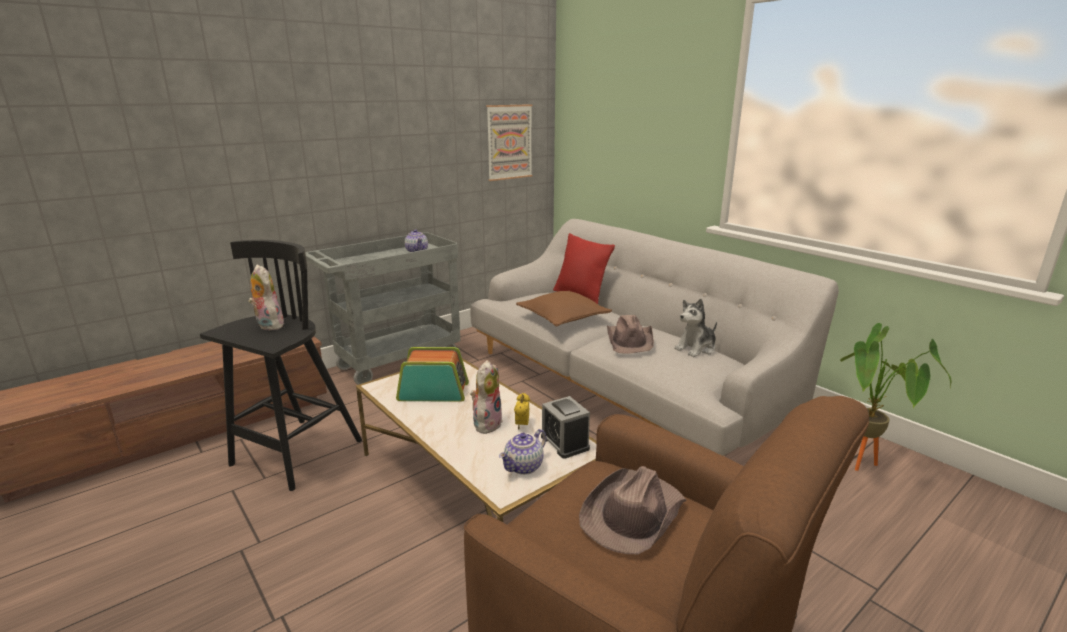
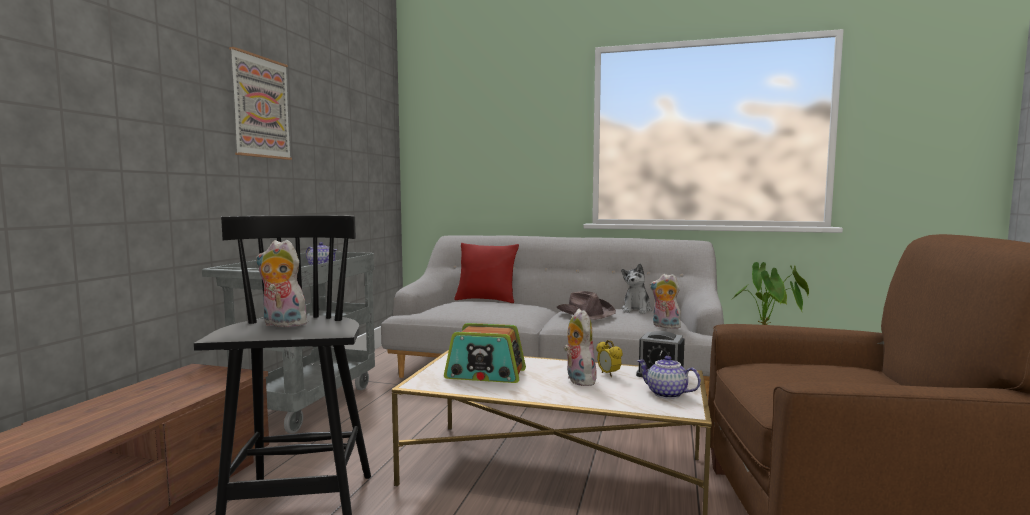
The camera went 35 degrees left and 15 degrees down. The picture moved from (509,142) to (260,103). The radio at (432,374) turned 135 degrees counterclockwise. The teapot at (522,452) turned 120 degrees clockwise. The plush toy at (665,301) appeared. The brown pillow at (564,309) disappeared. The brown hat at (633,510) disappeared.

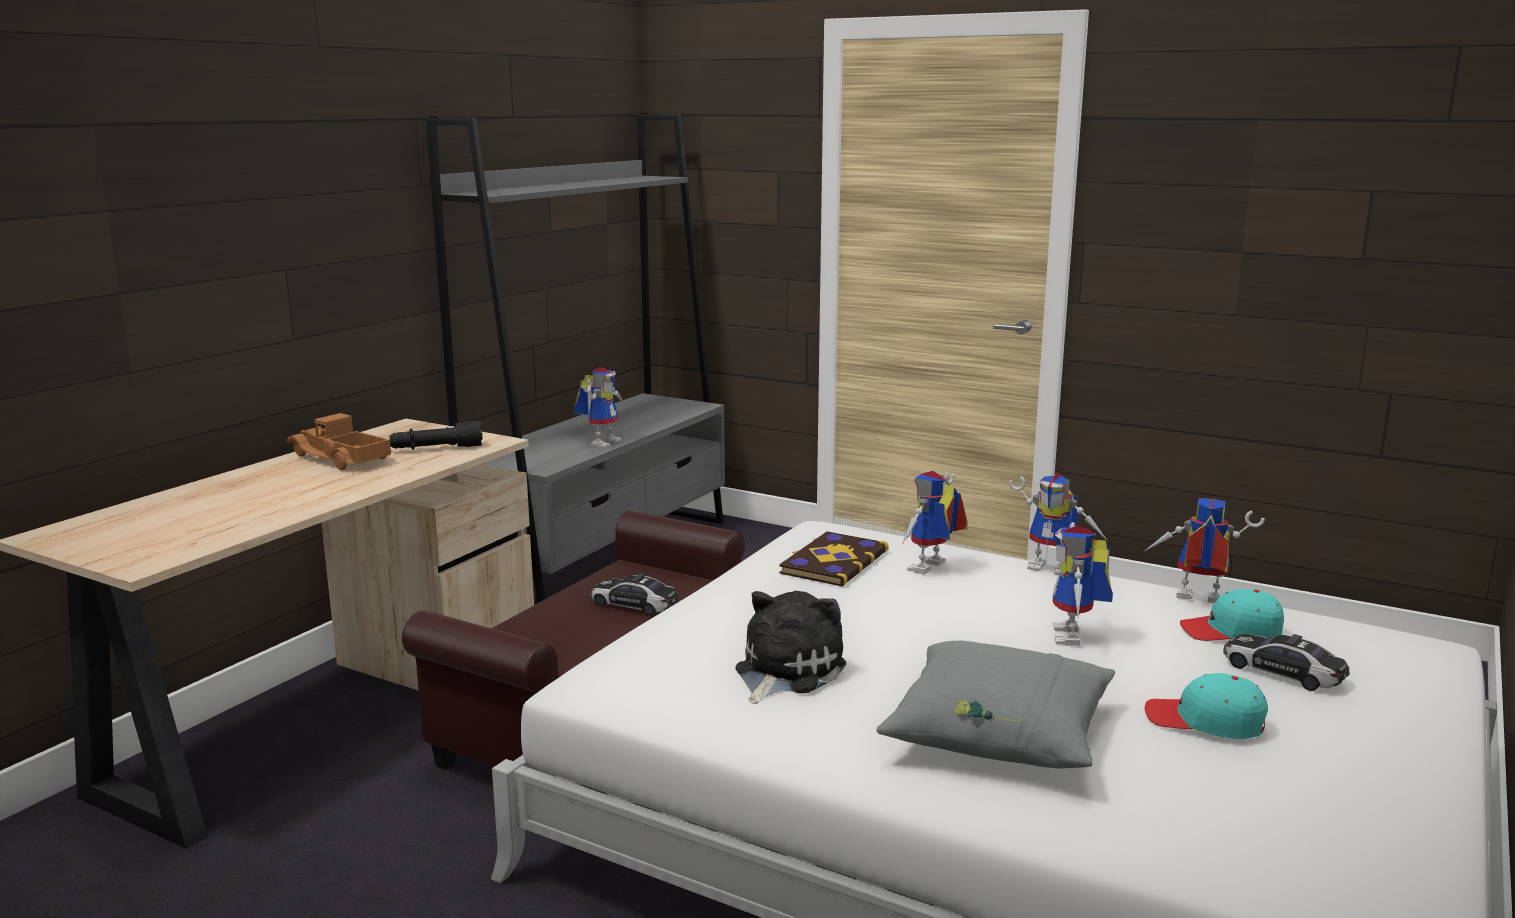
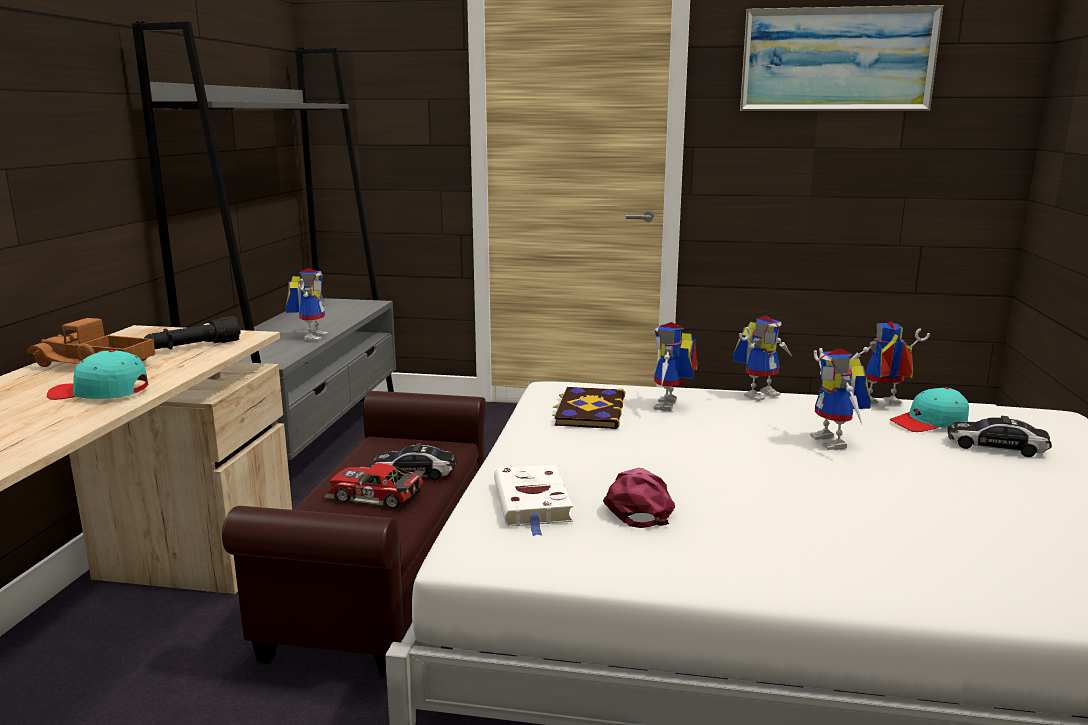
The camera went 20 degrees left and 0 degrees up. The turquoise cap moved from (1206,706) to (98,375). The toy car at (375,486) appeared. The white book at (533,500) appeared. The plush toy at (790,647) was replaced by the pink cap at (639,498). The toy robot at (1058,523) turned 45 degrees counterclockwise. The picture at (841,58) appeared. The grey pillow at (995,704) disappeared.

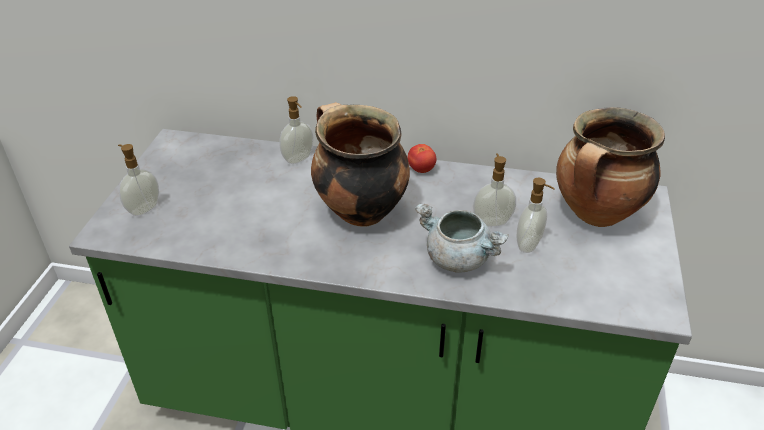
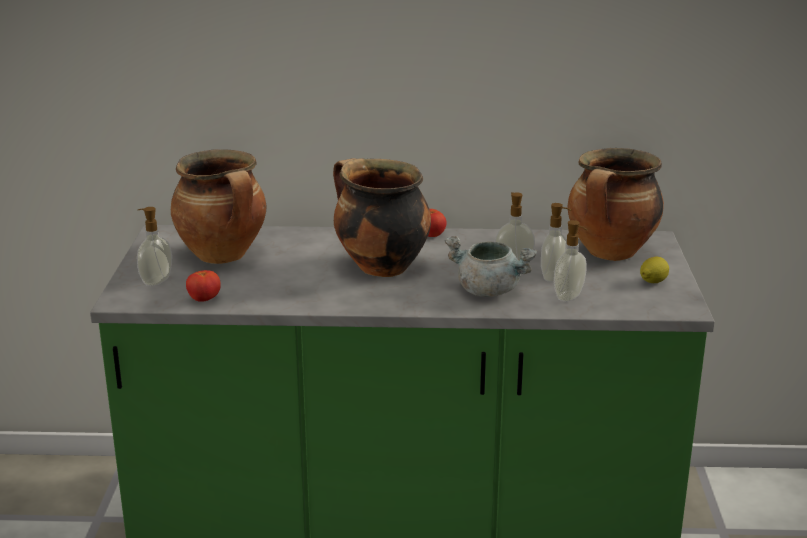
The camera went 10 degrees left and 15 degrees down. The cooking pot at (218,206) appeared. The tomato at (203,286) appeared. The soap dispenser moved from (296,130) to (571,261). The lemon at (654,270) appeared.

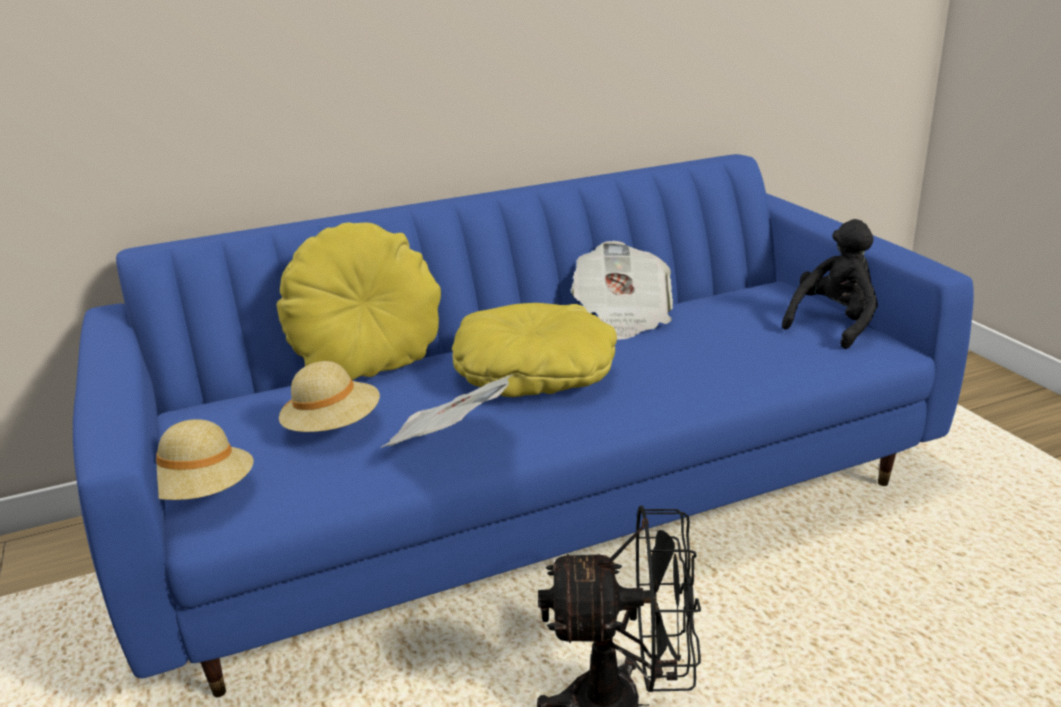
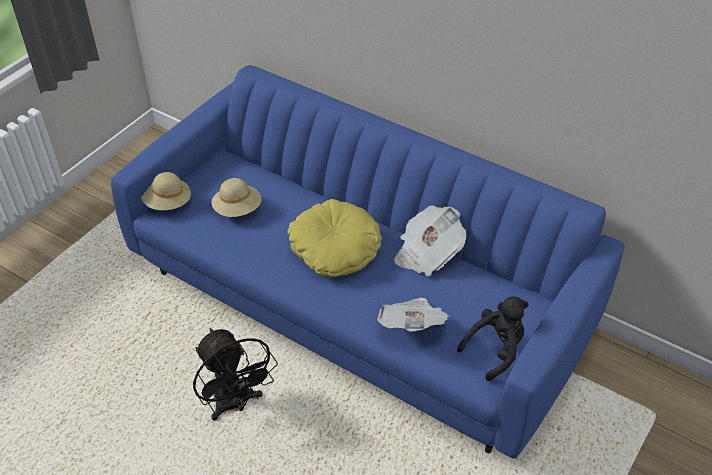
The camera went 55 degrees right and 20 degrees up. The newspaper moved from (446,411) to (413,315). The black plush toy at (830,284) turned 45 degrees counterclockwise. The yellow pillow at (359,301) disappeared.

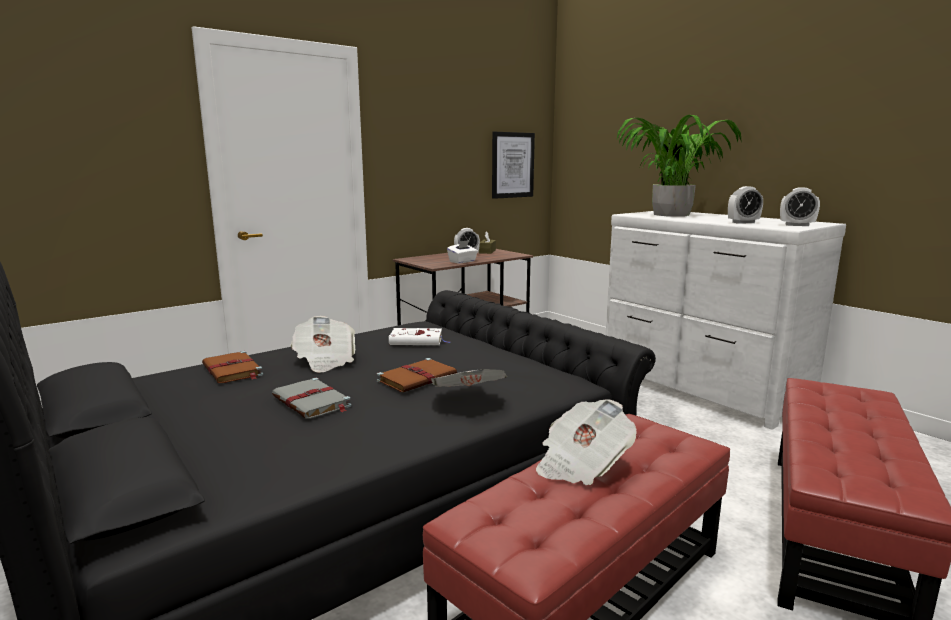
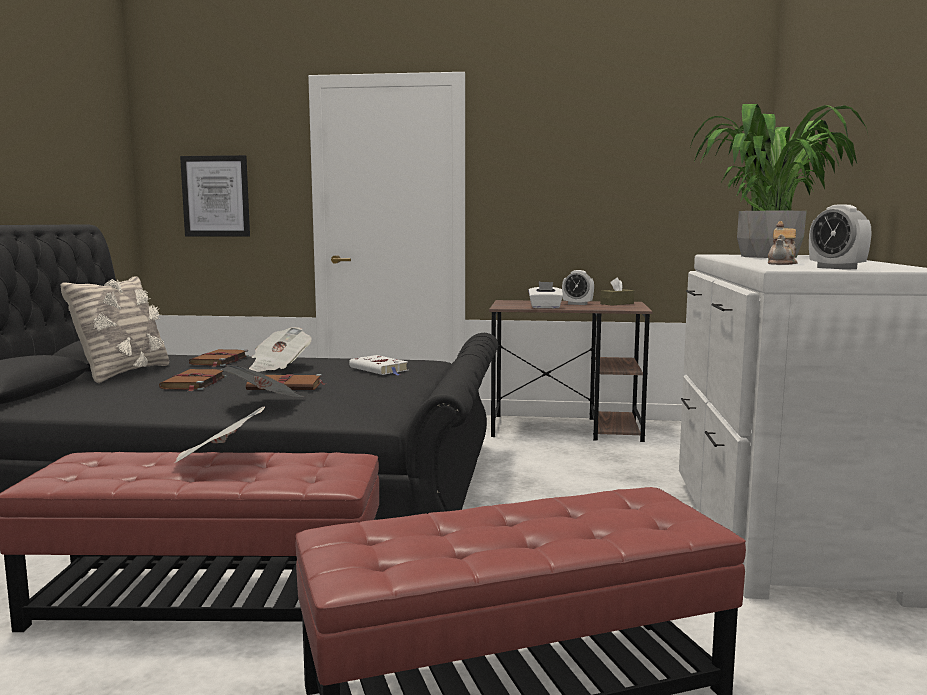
The camera went 45 degrees right and 5 degrees down. The beige pillow at (115,329) appeared. The grey book at (312,398) became the brown book at (193,380). The picture moved from (513,165) to (215,196). The alarm clock at (745,205) was replaced by the teapot at (783,243).

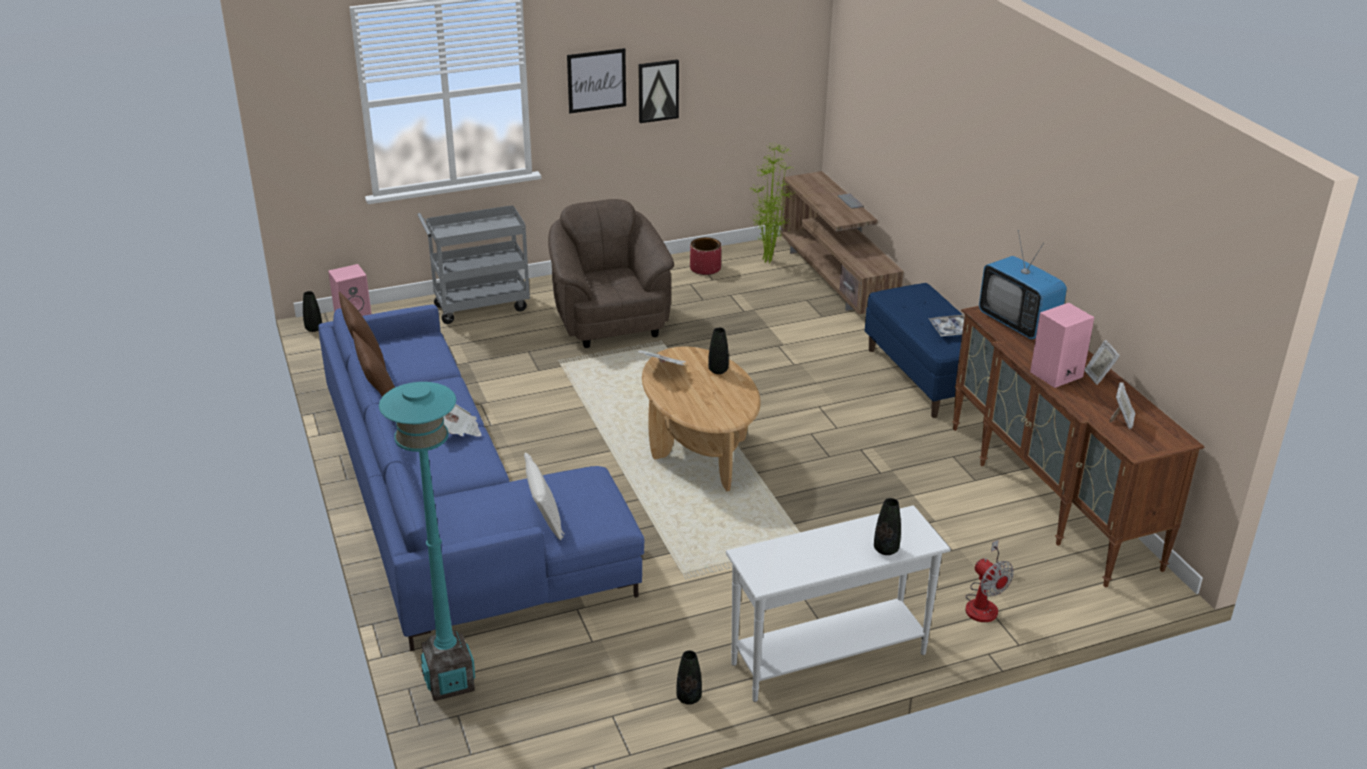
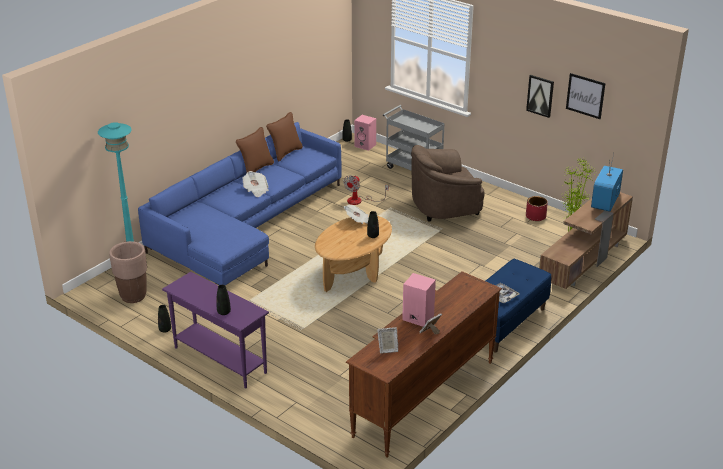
The camera went 60 degrees right and 0 degrees up. The brown planter at (128,272) appeared. The white console table at (838,603) became the purple console table at (215,330). The fan moved from (989,581) to (366,190). The brown armchair at (611,273) turned 150 degrees counterclockwise. The picture moved from (596,80) to (586,96). The television moved from (1023,284) to (607,183). The white pillow at (544,496) disappeared.

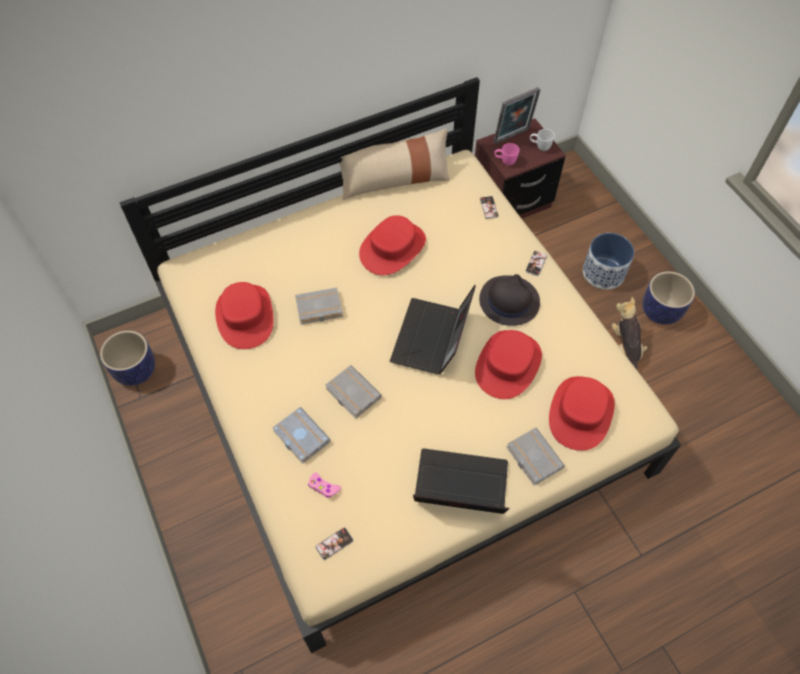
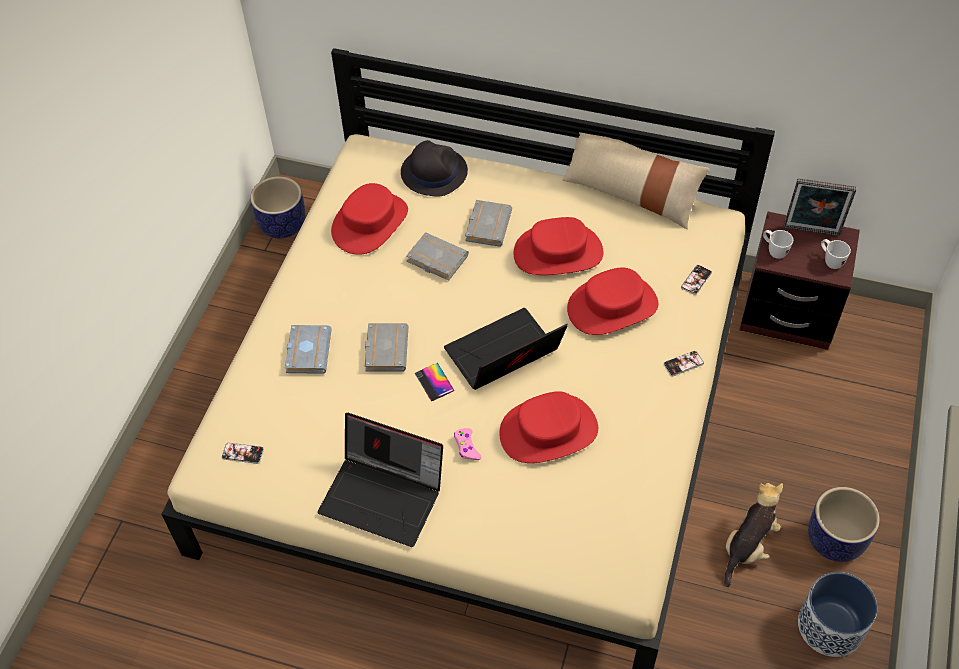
The camera went 45 degrees right and 5 degrees down. The laptop at (461,481) turned 150 degrees clockwise. The black hat moved from (509,300) to (434,168). The phone at (435,382) appeared. The pink game controller moved from (324,485) to (467,444). The grey book moved from (536,456) to (488,223). The red hat moved from (582,413) to (612,301). The pink mug at (507,154) became the white mug at (778,244). The planter moved from (608,261) to (837,614).

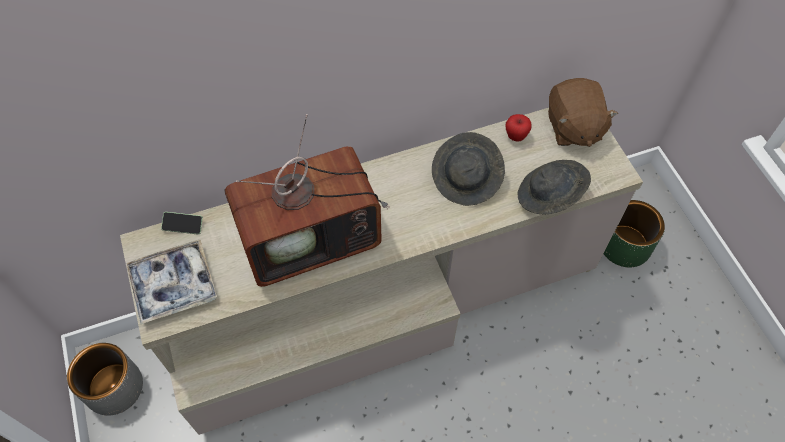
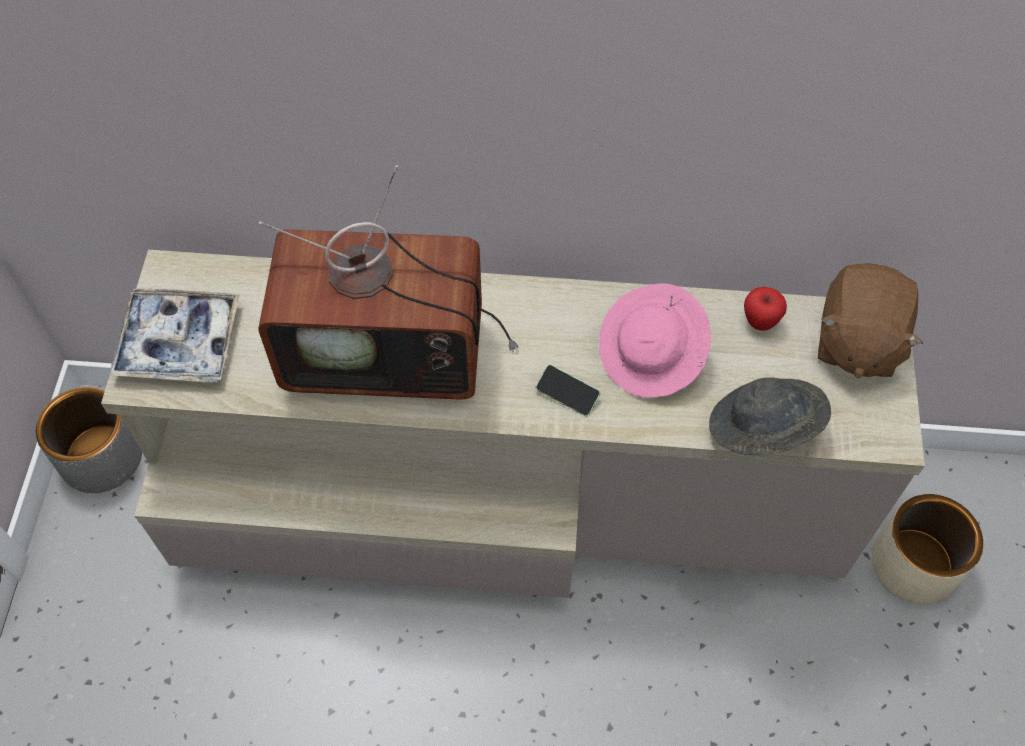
The camera went 25 degrees right and 0 degrees up. The phone moved from (182,223) to (568,390). The grey hat at (468,169) became the pink hat at (655,340). The green planter at (634,234) became the beige planter at (927,549).

